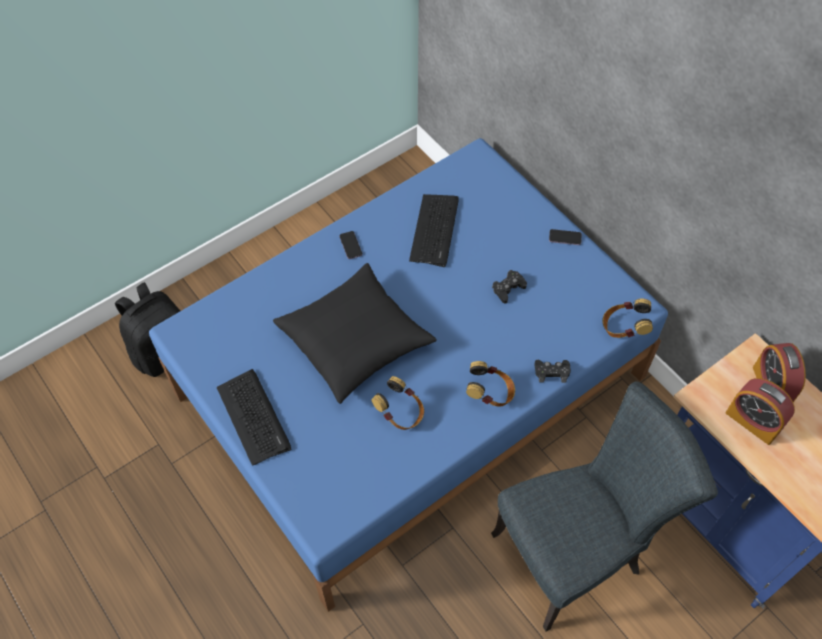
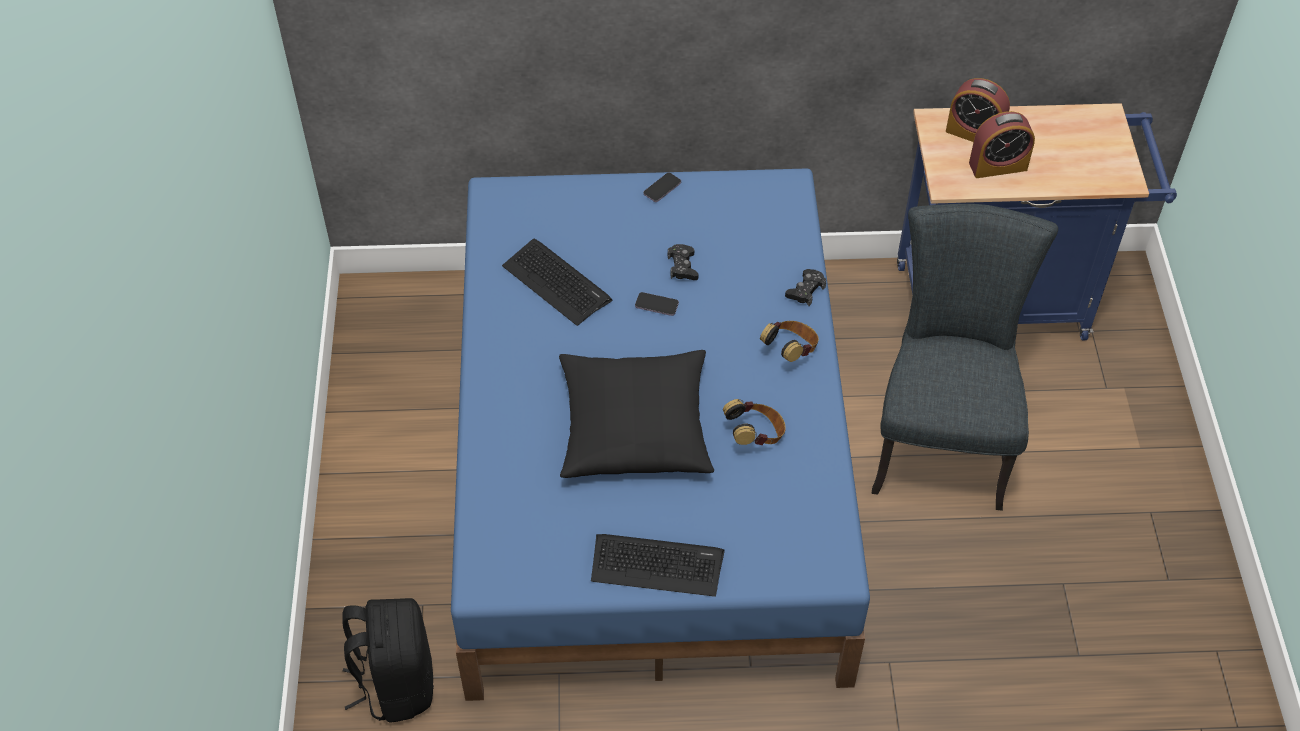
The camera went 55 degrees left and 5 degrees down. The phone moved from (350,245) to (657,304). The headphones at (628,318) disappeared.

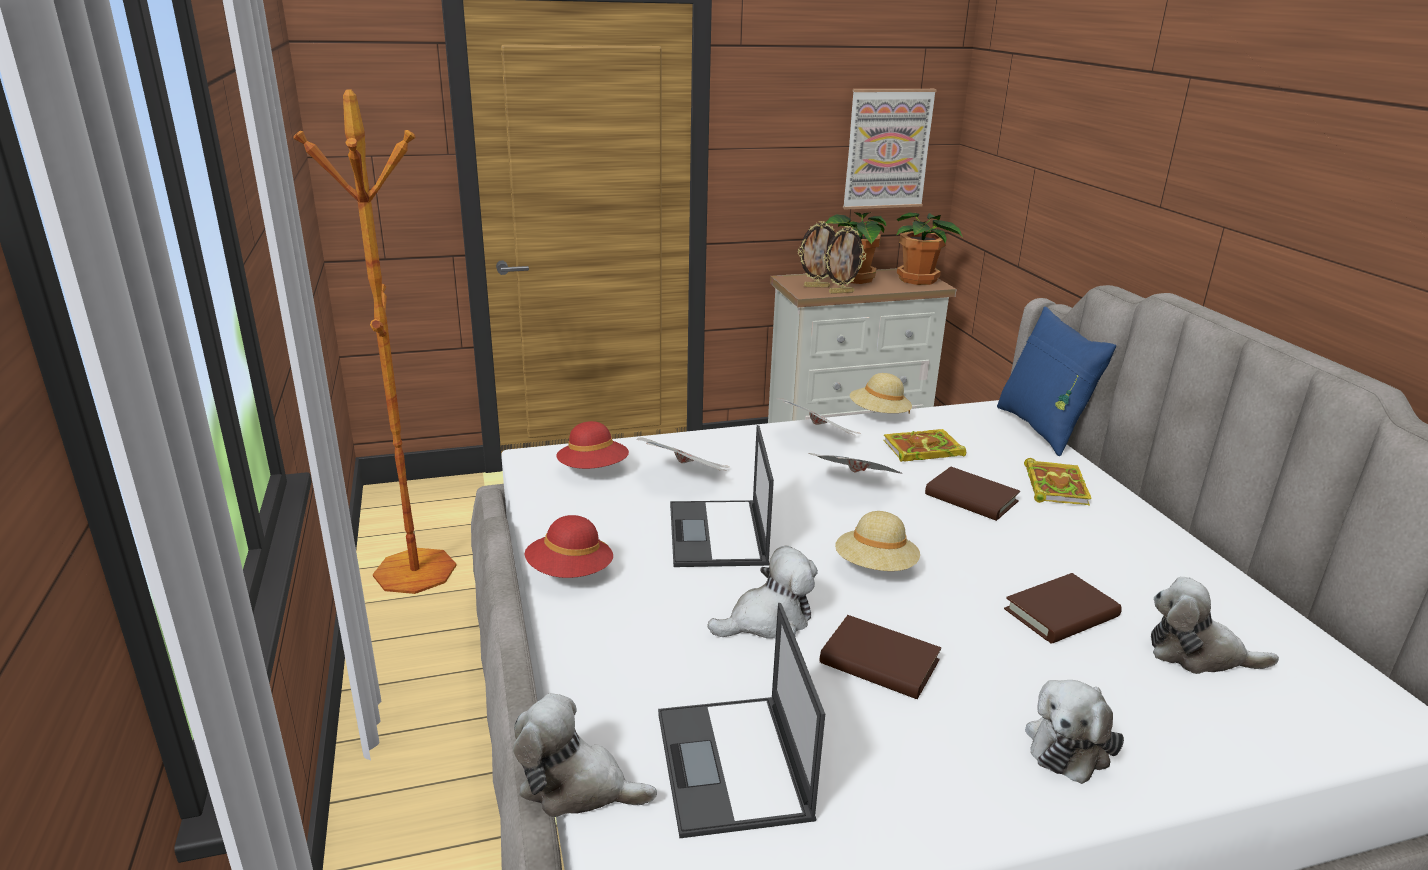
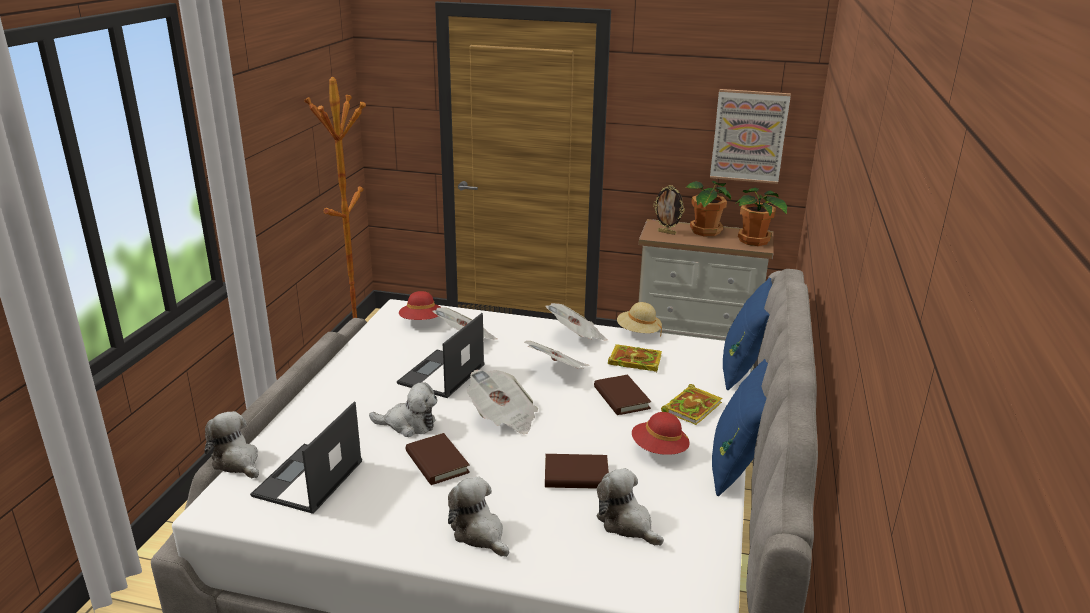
The camera went 30 degrees right and 0 degrees up. The plush toy at (1074,732) turned 75 degrees clockwise. The beige hat at (877,541) was replaced by the newspaper at (502,402). The red hat moved from (569,546) to (661,433). The blue pillow at (740,427) appeared. The picture frame at (845,260) disappeared.

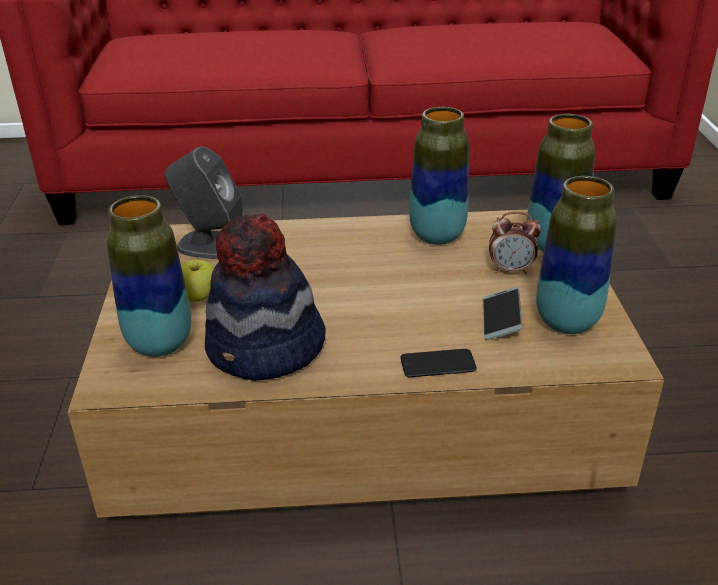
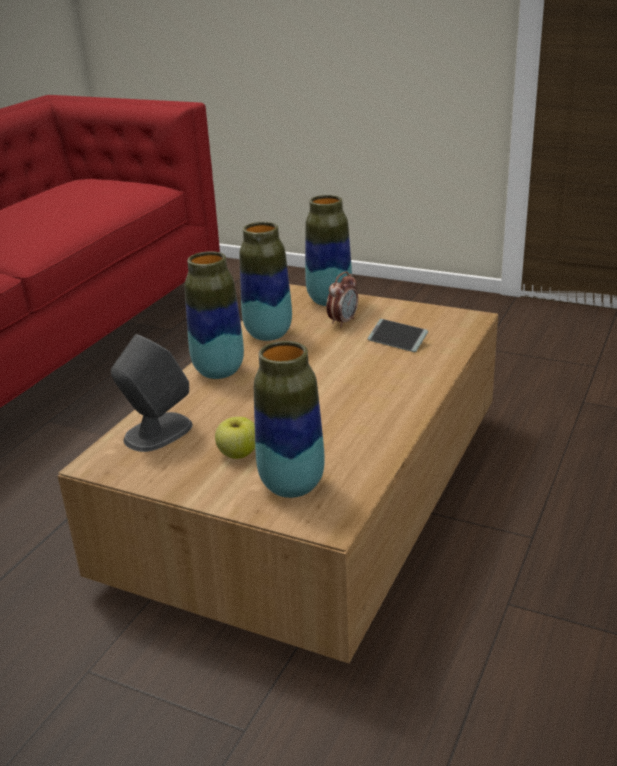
The camera went 60 degrees left and 5 degrees down. The vase moved from (576,255) to (214,315). The hat at (265,297) disappeared. The phone at (438,363) disappeared.

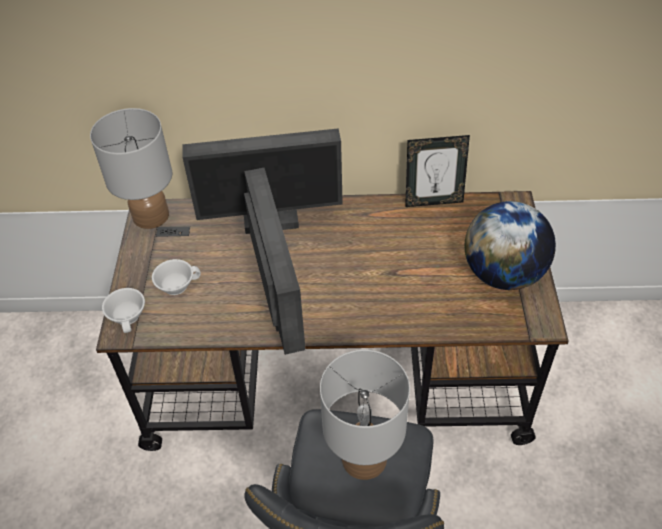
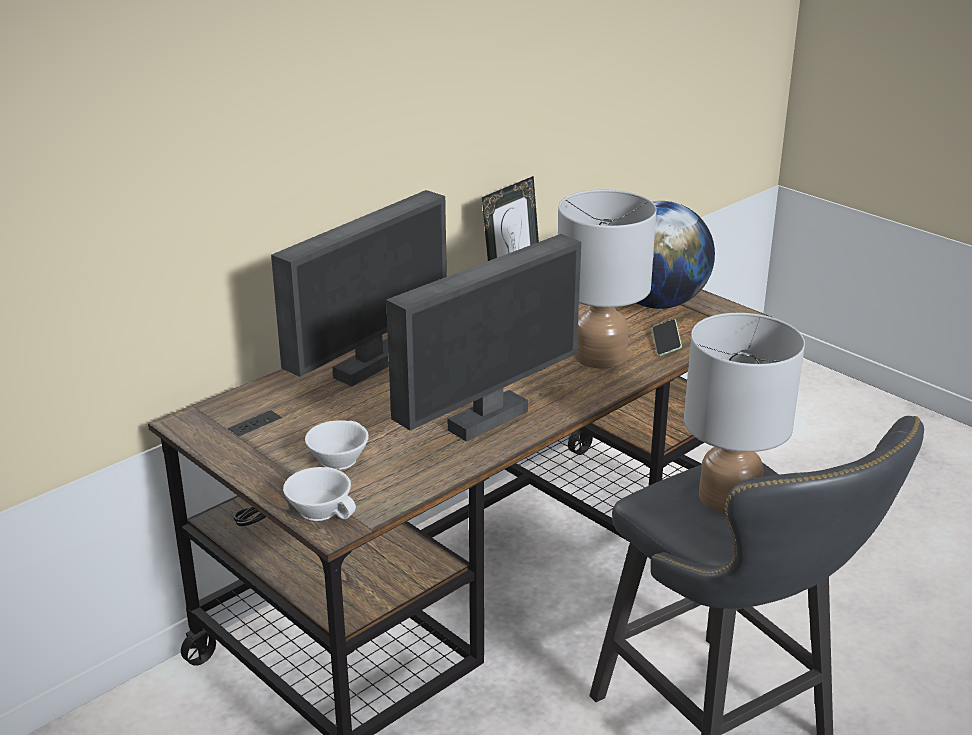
The camera went 45 degrees left and 20 degrees down. The monitor at (275,261) turned 105 degrees clockwise. The grey table lamp moved from (131,168) to (607,279). The phone at (667,337) appeared.

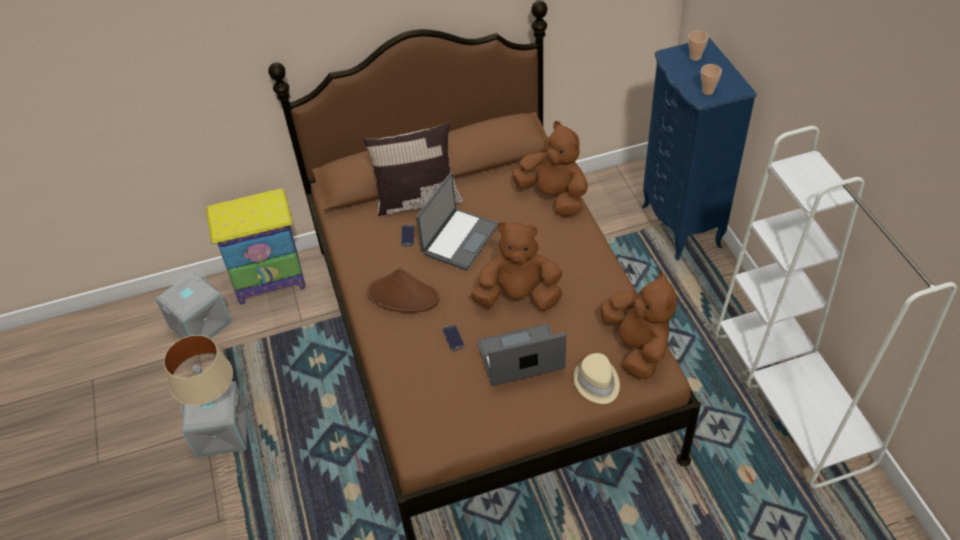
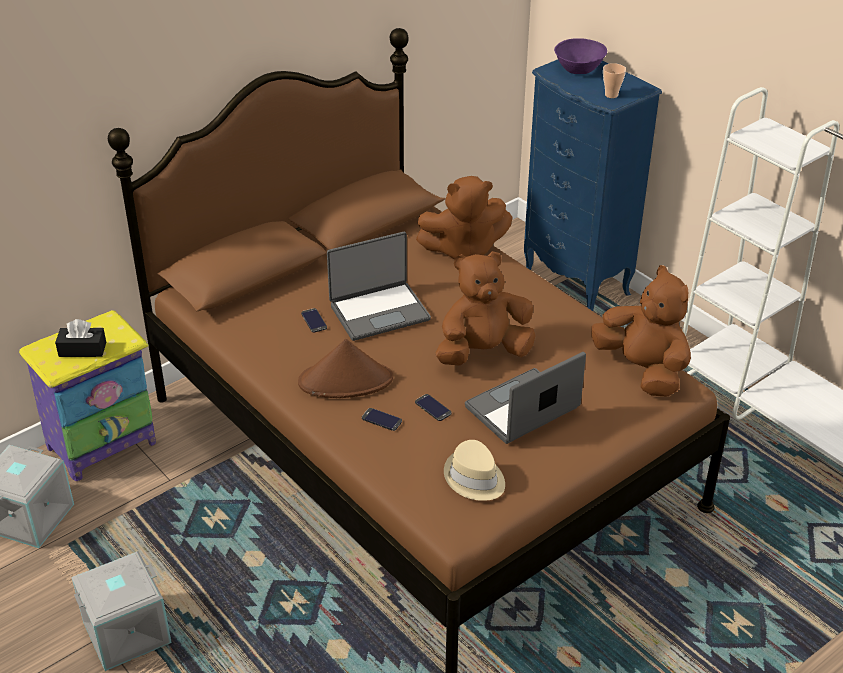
The camera went 25 degrees left and 10 degrees down. The black tissue box at (80,338) appeared. The laptop at (457,221) turned 60 degrees clockwise. The phone at (382,419) appeared. The brown plush toy at (550,169) turned 150 degrees clockwise. The beige hat moved from (596,378) to (474,470). The cup at (698,46) was replaced by the purple bowl at (580,56). The beige table lamp at (198,370) disappeared. The pillow at (413,169) disappeared.

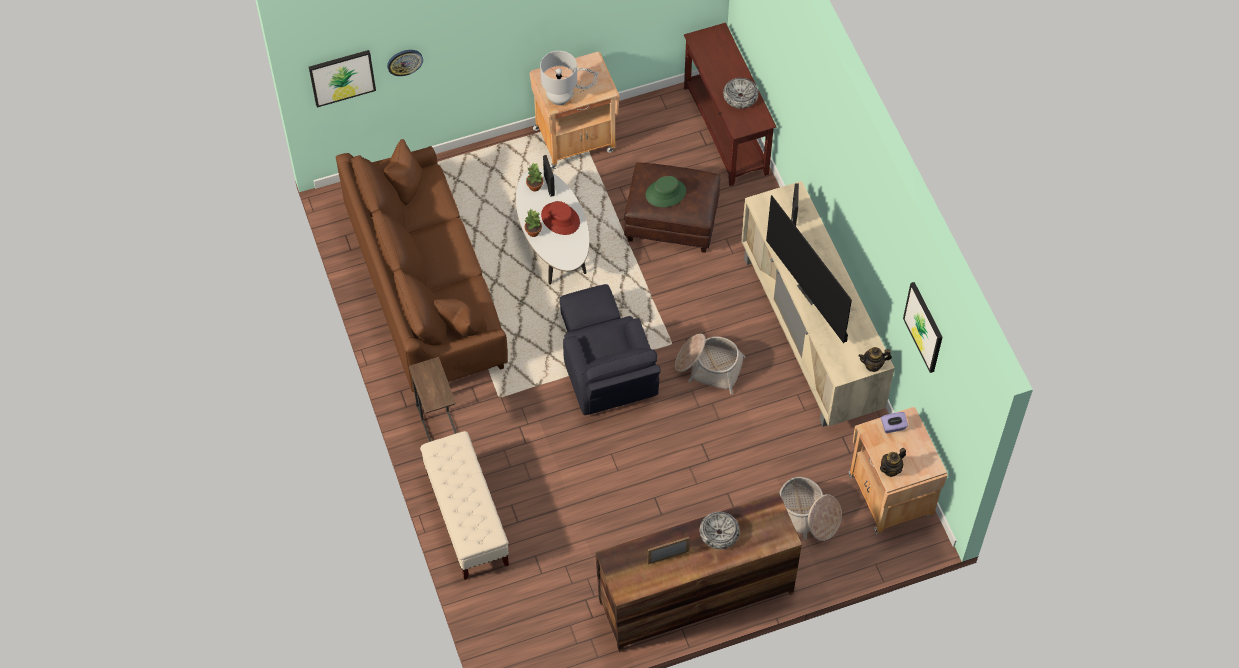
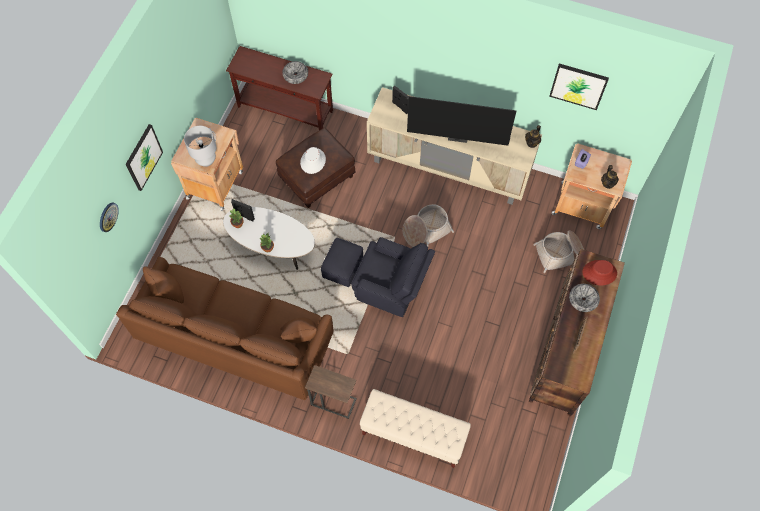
The camera went 50 degrees left and 5 degrees up. The picture moved from (342,78) to (144,157). The green hat at (666,191) became the white hat at (313,160). The red hat moved from (560,218) to (599,272).

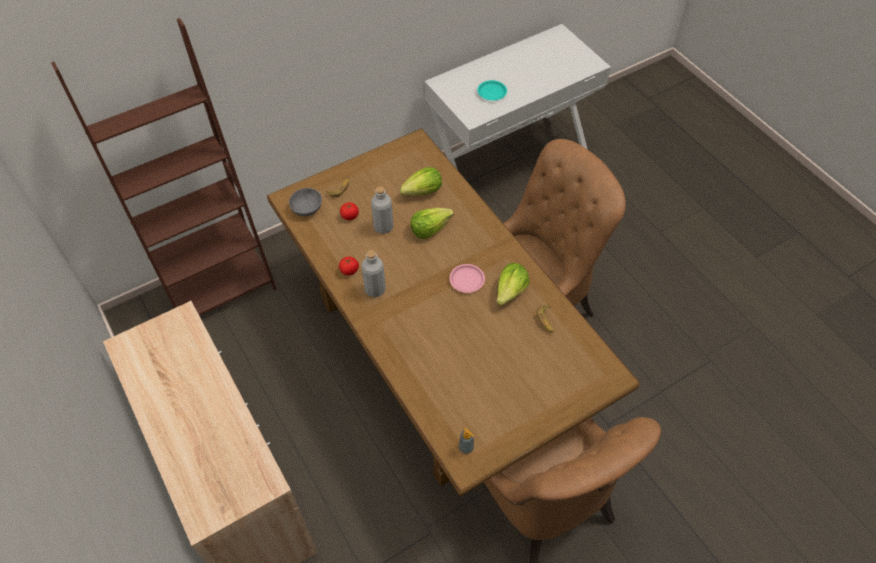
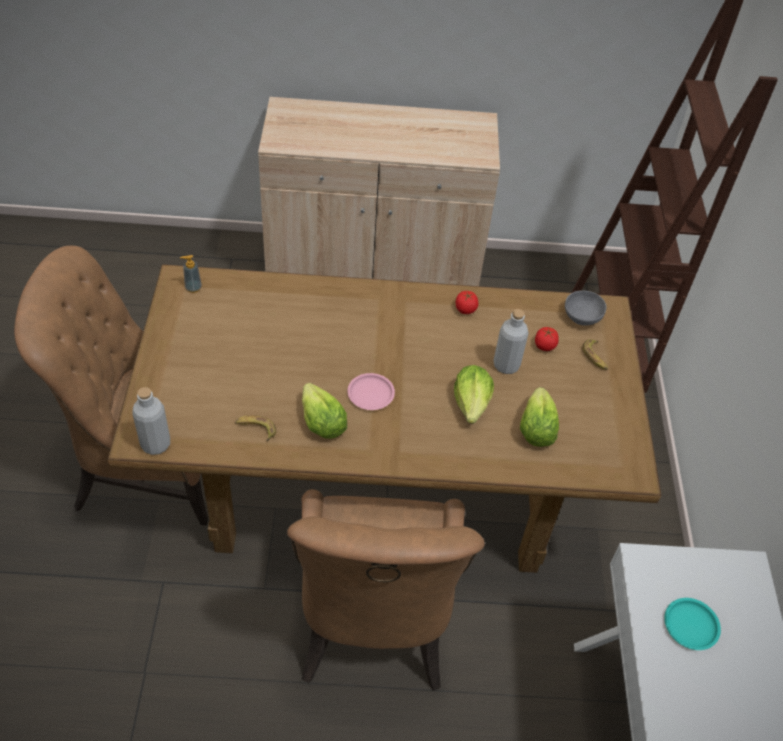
The camera went 120 degrees right and 5 degrees down. The grey bottle moved from (373,273) to (151,421).

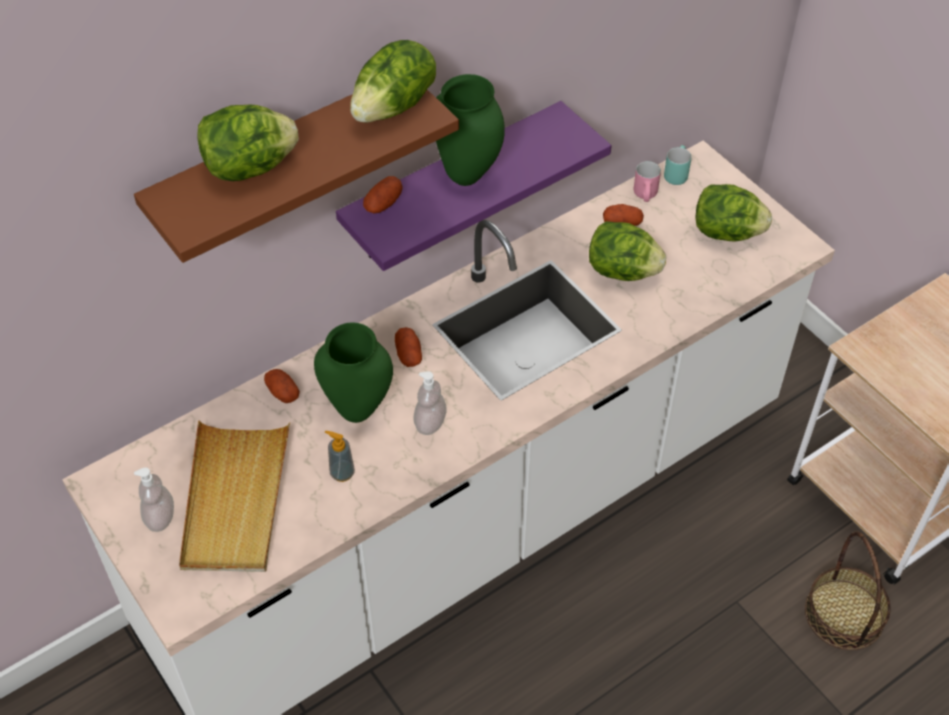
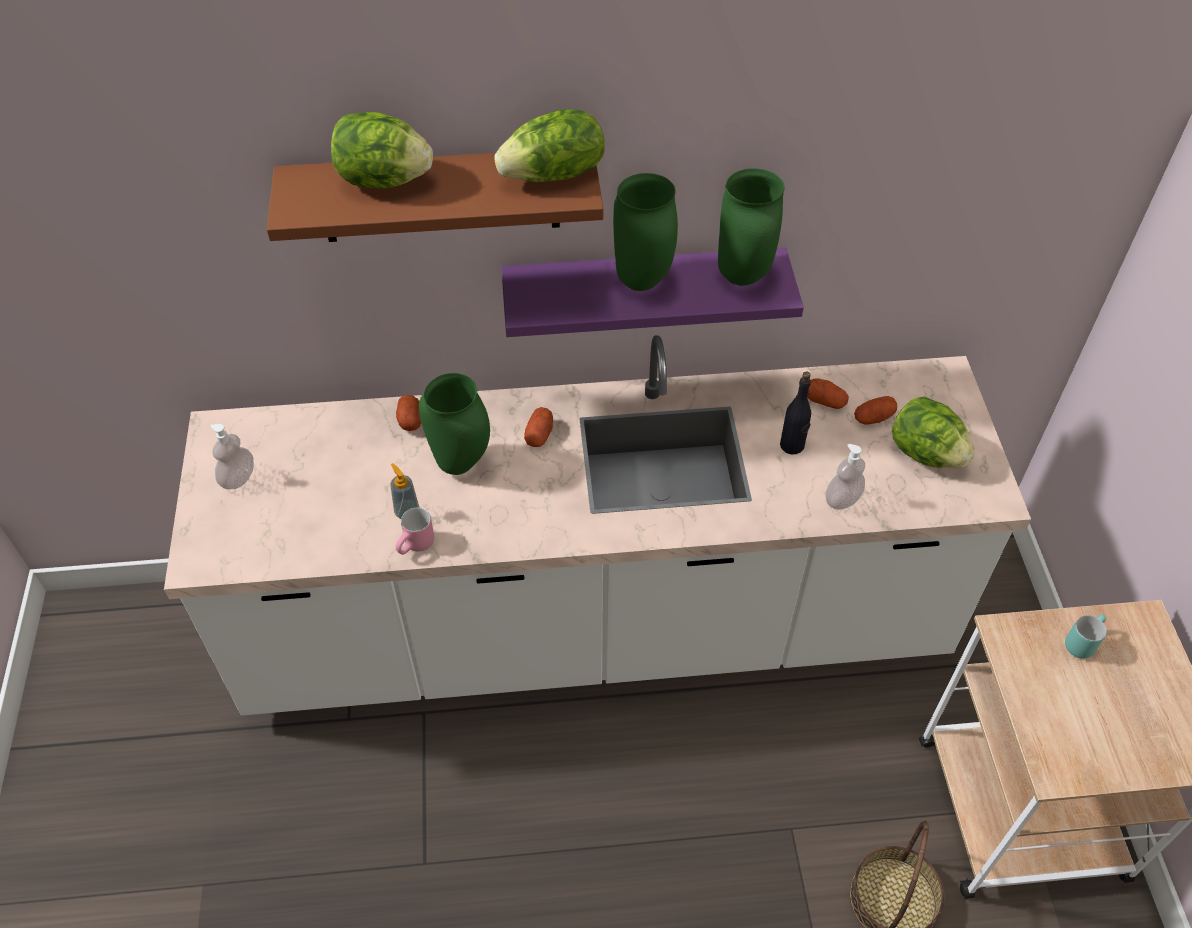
The camera went 30 degrees right and 0 degrees up. The pink mug moved from (647,181) to (415,531). The green vase at (751,227) appeared. The lettuce at (627,251) was replaced by the black bottle at (795,413). The soap dispenser moved from (430,403) to (845,477). The potato moved from (382,194) to (875,410). The turquoise mug moved from (677,165) to (1086,636). The beige tray at (234,496) disappeared.

